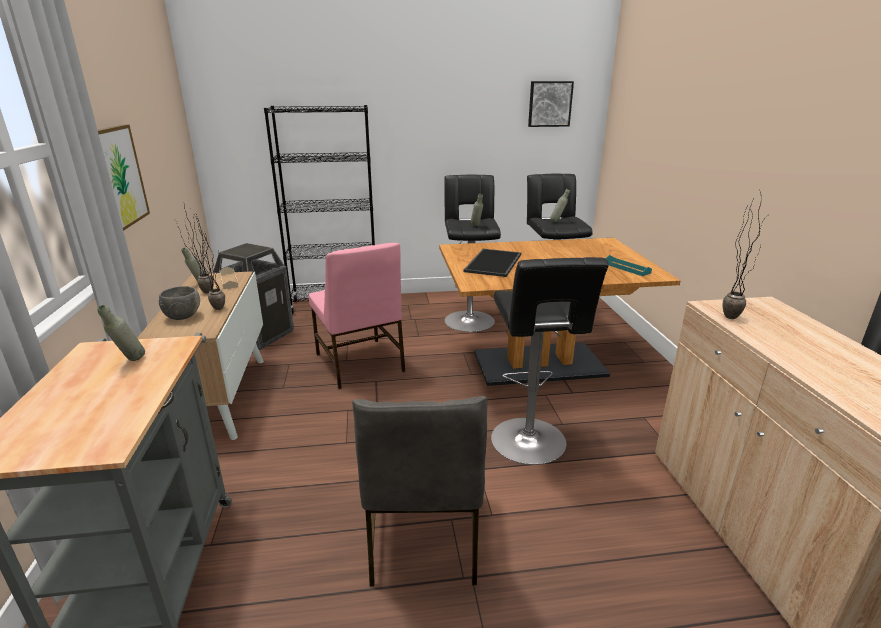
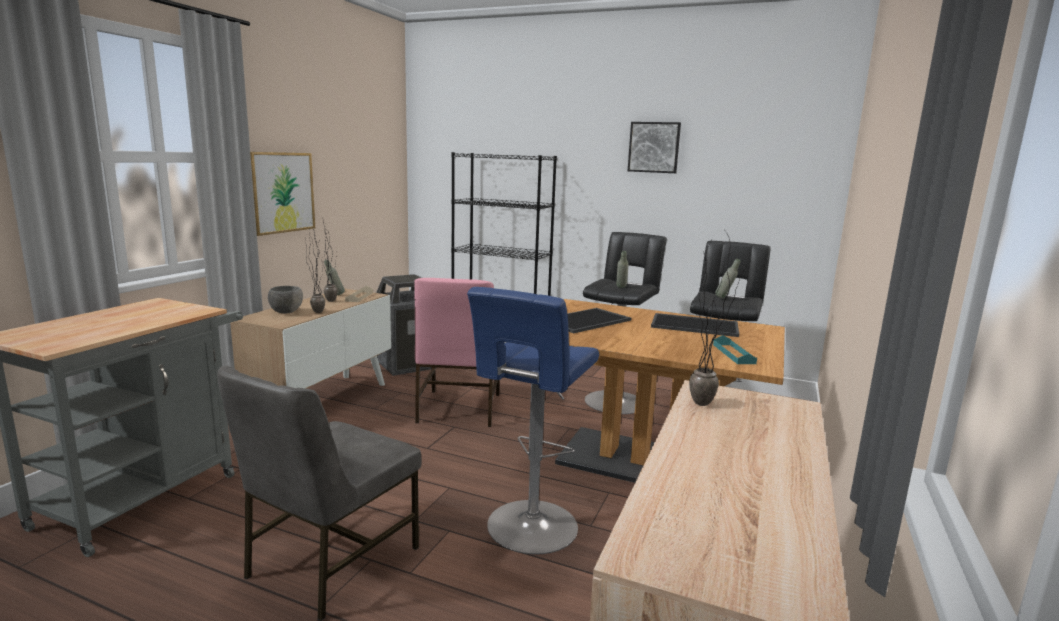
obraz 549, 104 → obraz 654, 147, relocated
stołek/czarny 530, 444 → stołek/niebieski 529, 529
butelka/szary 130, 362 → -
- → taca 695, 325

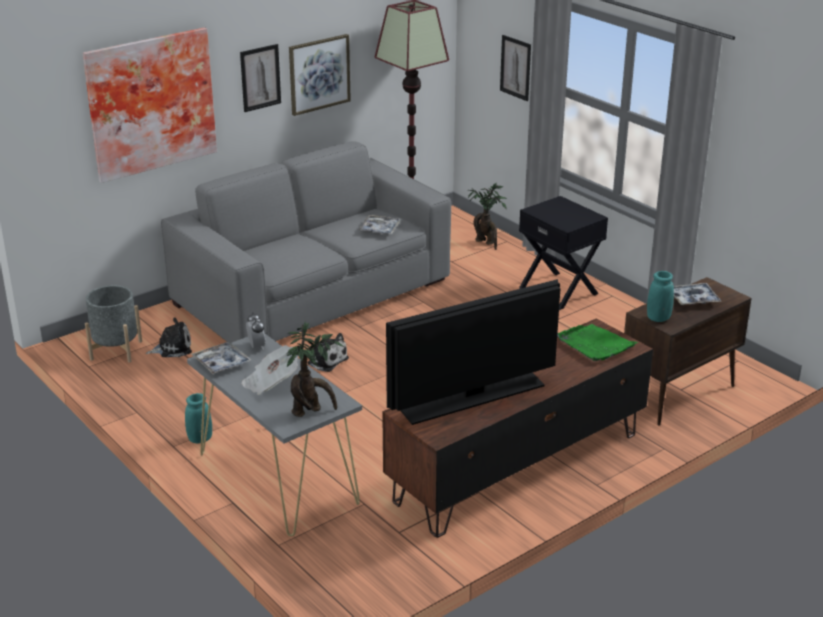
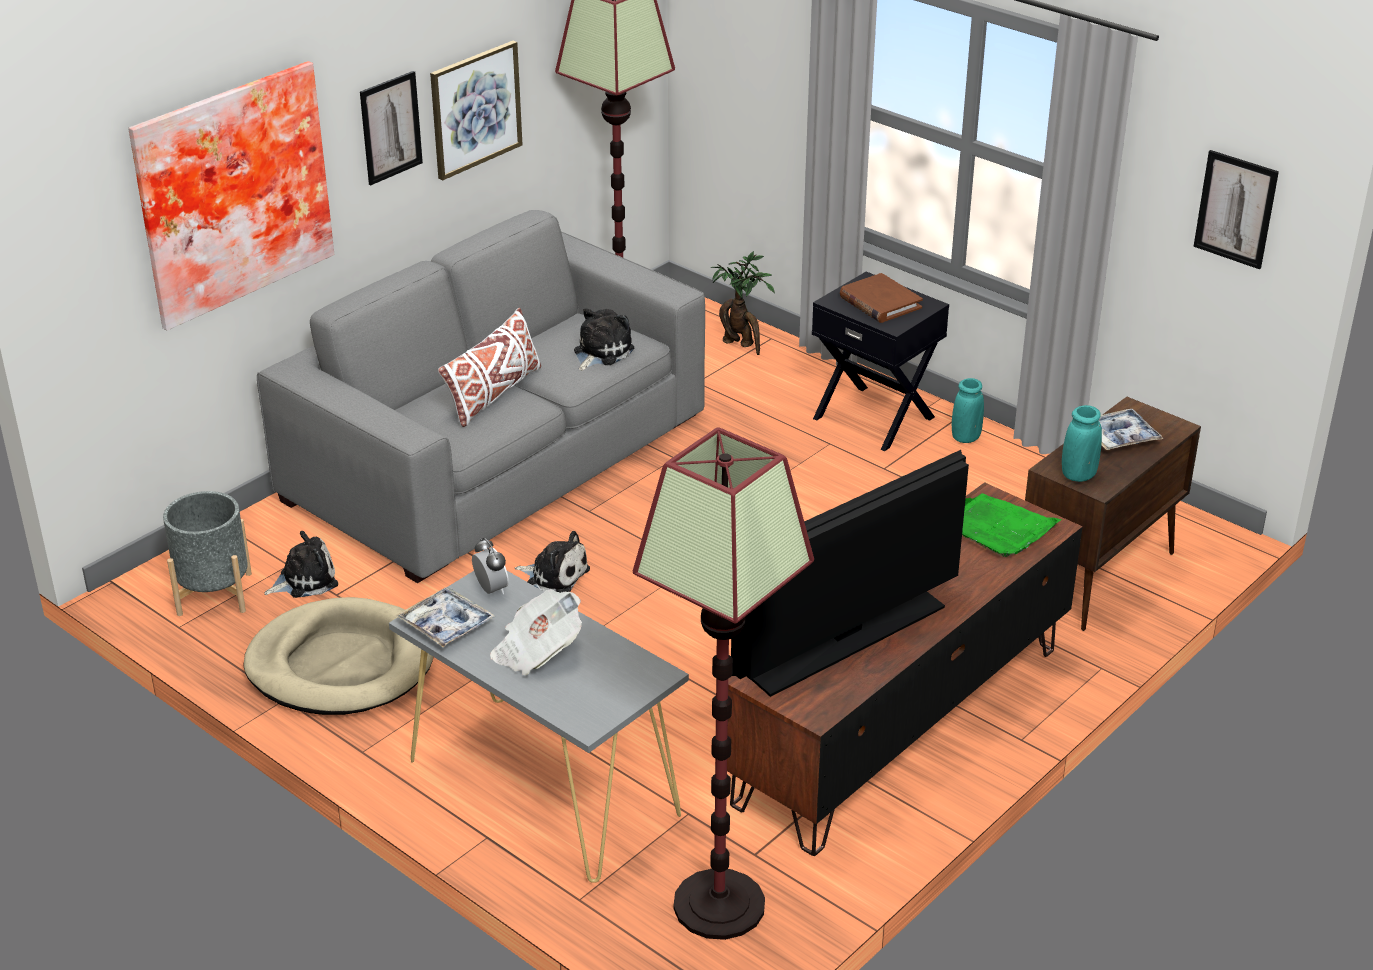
obraz 515, 67 → obraz 1235, 209, relocated
taca 380, 229 → pluszak 600, 352
roślina doniczkowa 311, 411 → -
wazon/turkusowy 200, 439 → wazon/turkusowy 966, 438, relocated
- → książka/brązowy 880, 302
- → poduszka/biały 493, 395
- → lampa stojąca 719, 906
- → legowisko/beżowy 341, 664

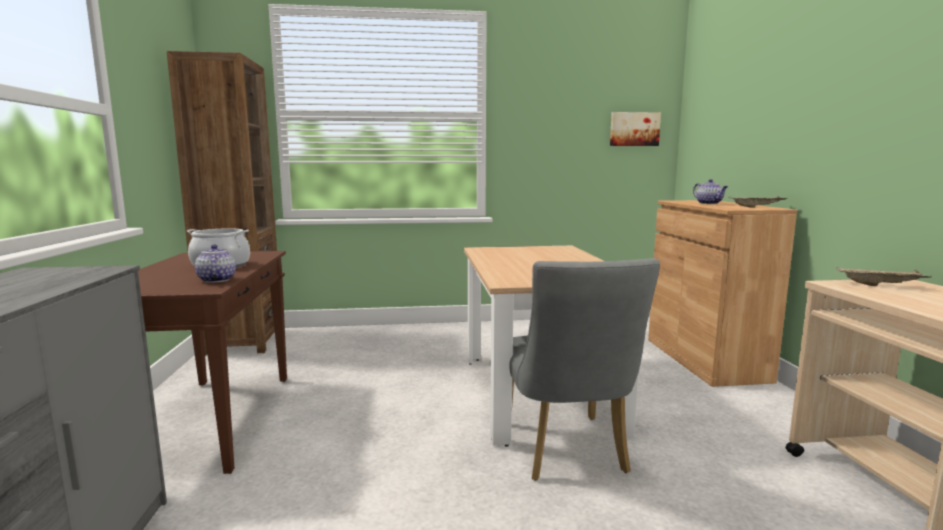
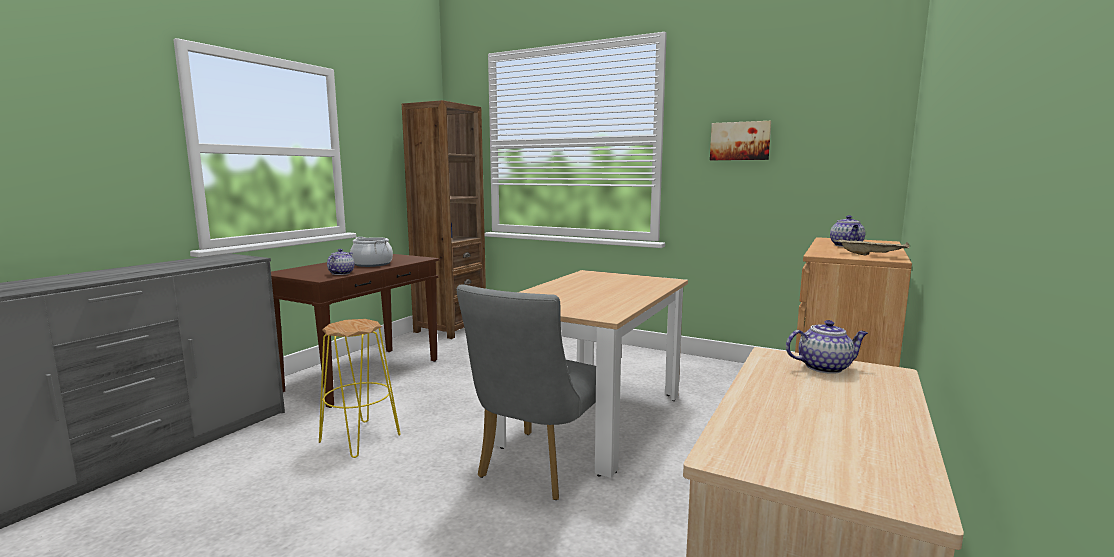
obraz 634, 129 → obraz 740, 141, relocated
taca/beżowy 880, 285 → imbryk 825, 367
- → stołek/żółty 360, 439

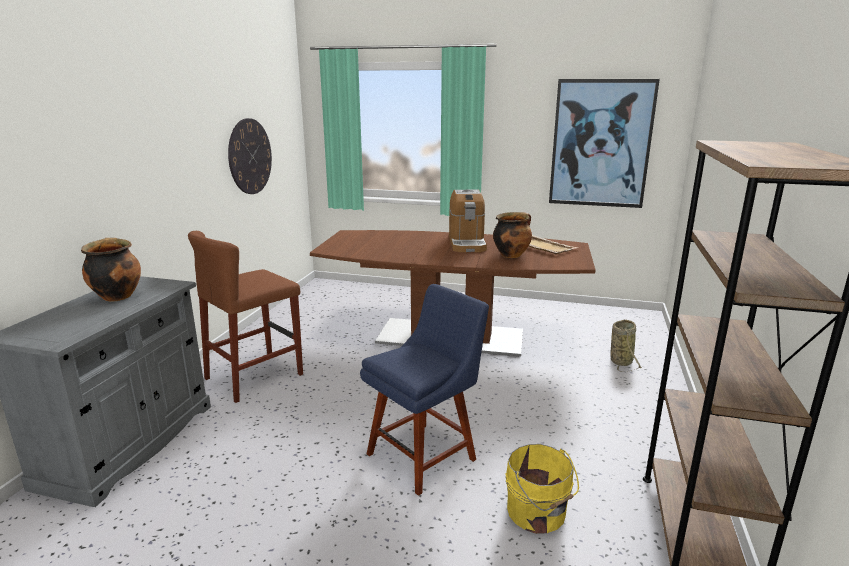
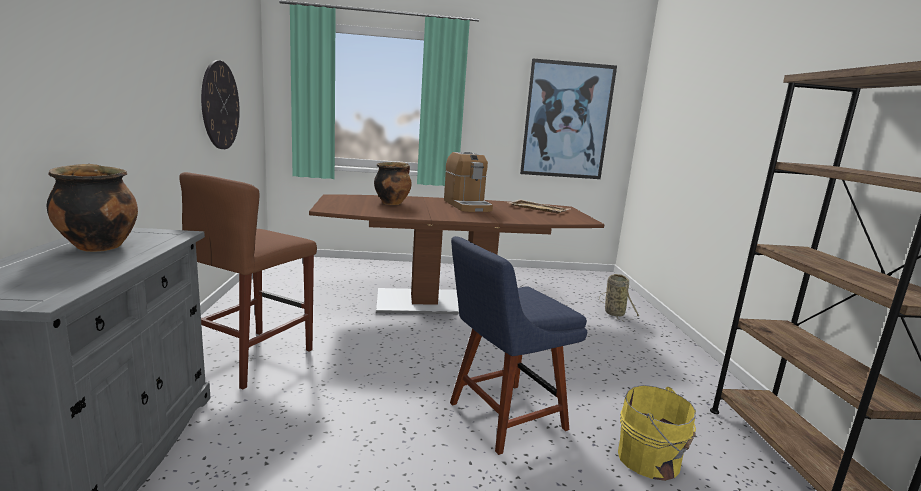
garnek 511, 255 → garnek 392, 203, relocated
krzesło/niebieski 425, 454 → krzesło/niebieski 502, 417, 150 degrees counterclockwise

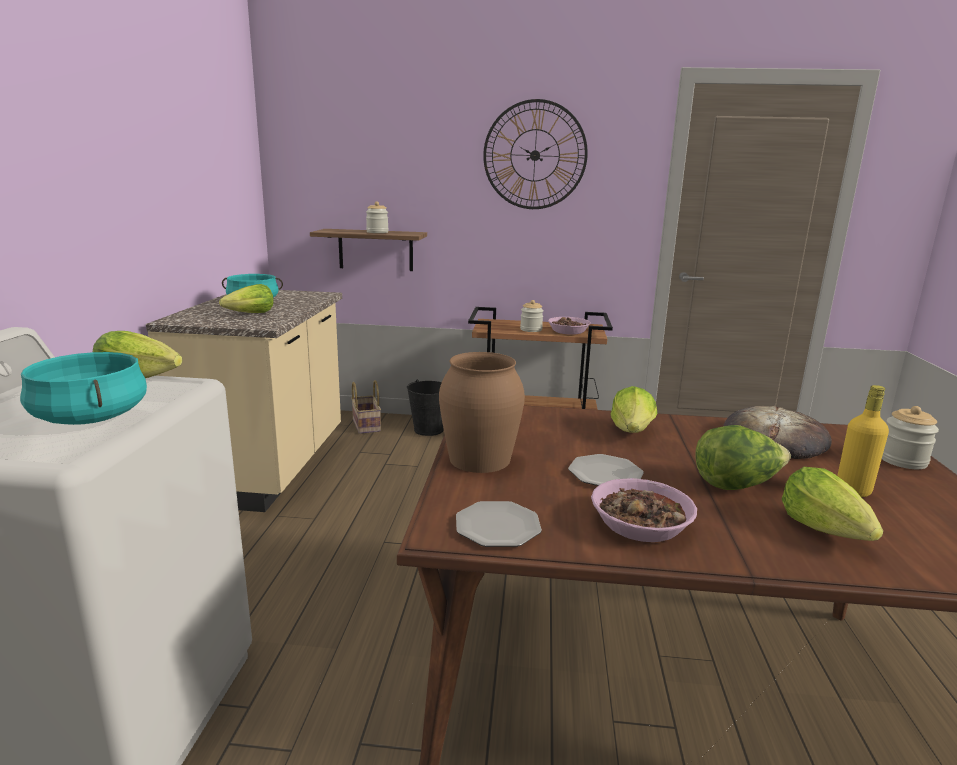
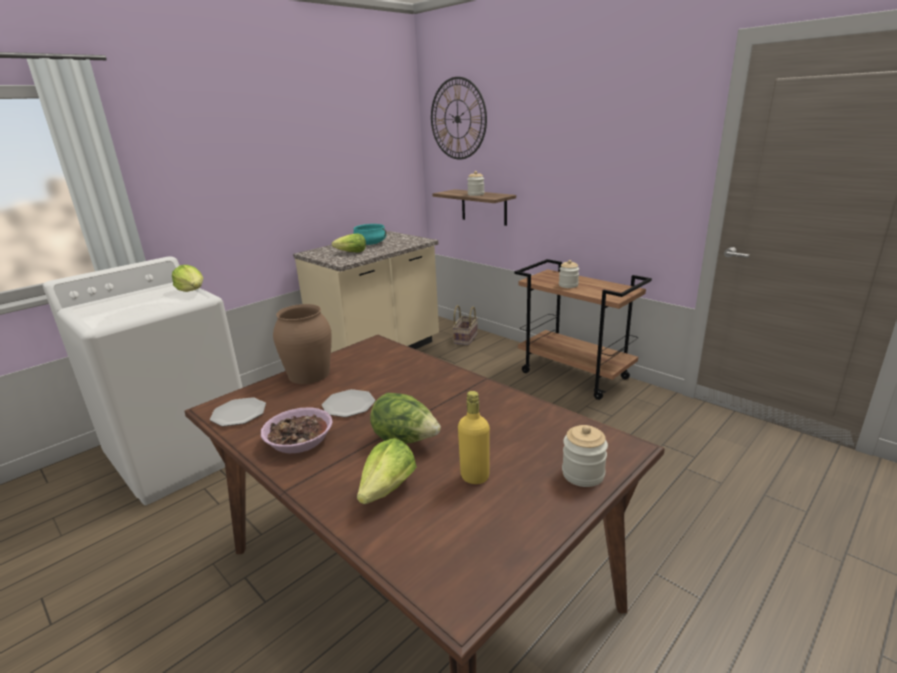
zegar ścienny 535, 155 → zegar ścienny 457, 119, relocated
miska 568, 331 → -
garnek/turkusowy 92, 417 → -
wiadro/czarny 428, 429 → -
sałata 632, 431 → -
chleb 774, 439 → -

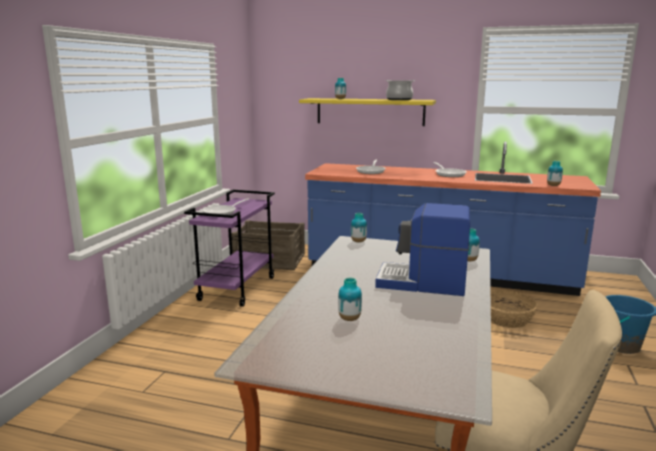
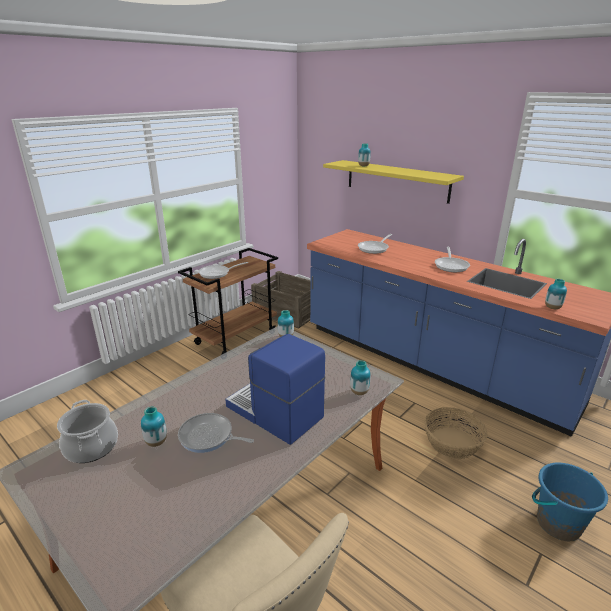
garnek 399, 99 → garnek 91, 447, relocated
wózek/fioletowy 237, 288 → wózek/brązowy 236, 338
- → patelnia 208, 437

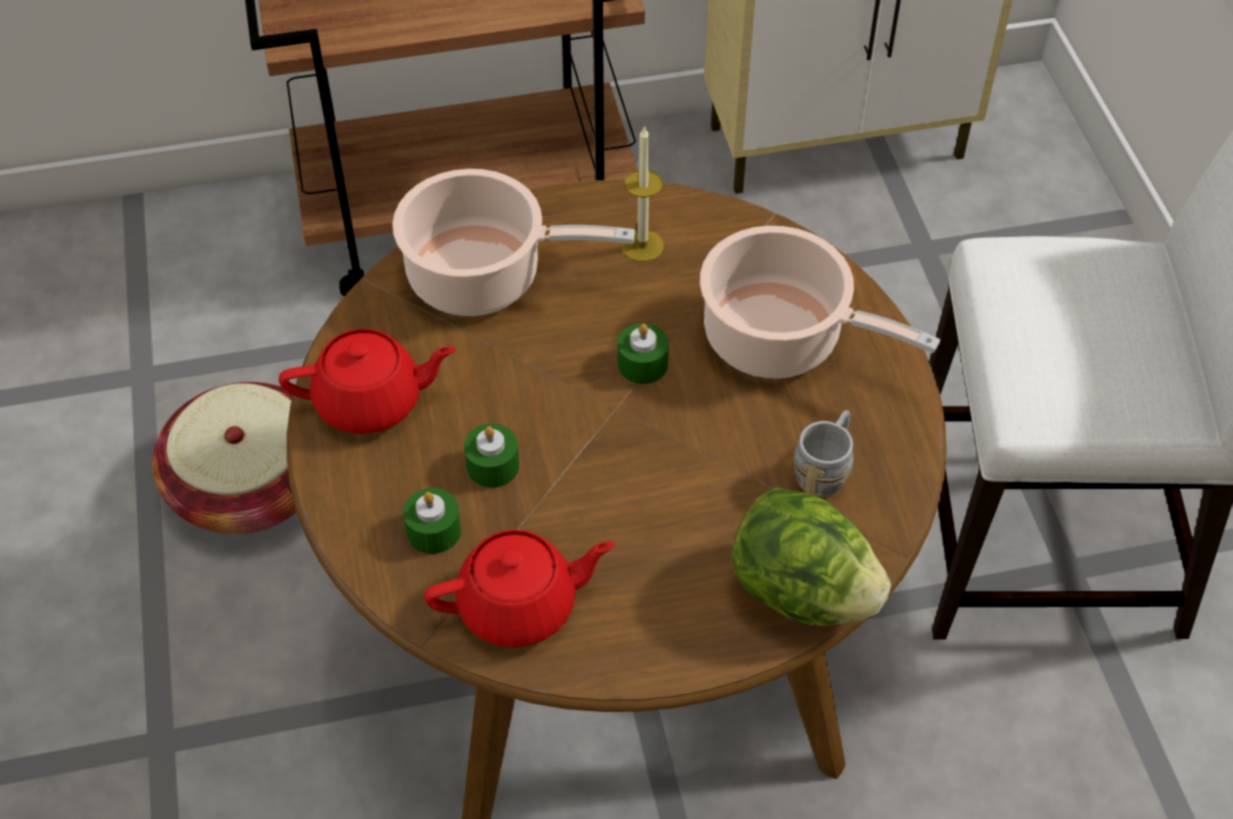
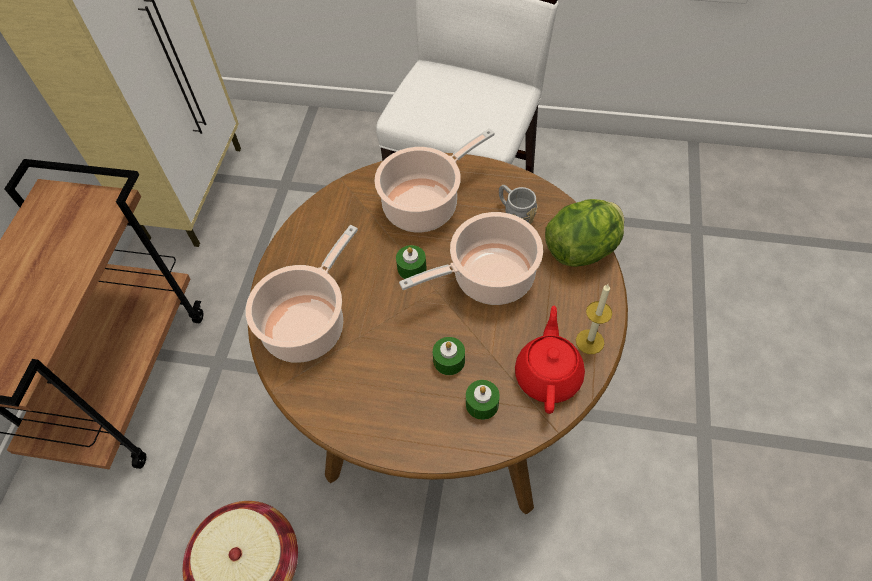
świeca 642, 246 → świeca 590, 341, relocated
imbryk/czerwony 371, 402 → -
- → garnek 488, 278

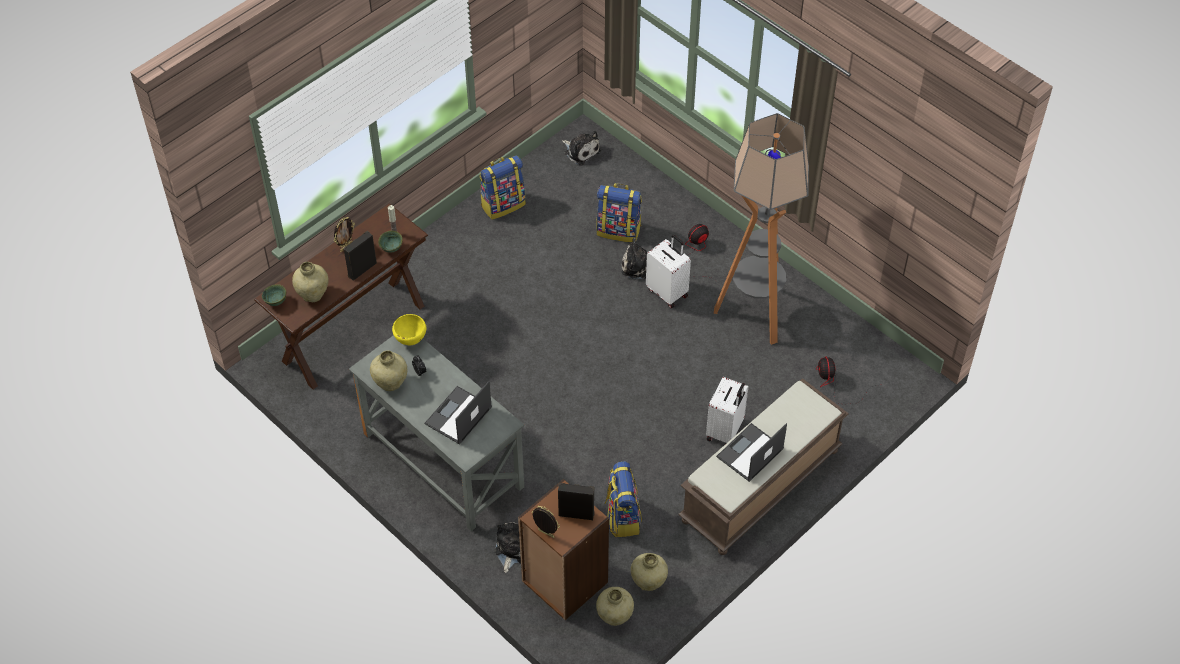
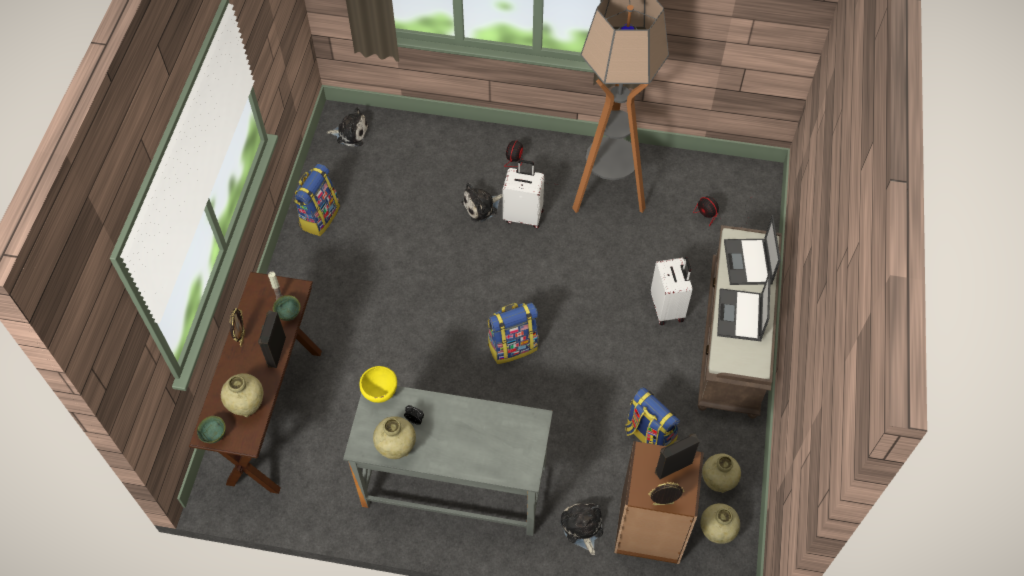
plecak 619, 230 → plecak 512, 346, relocated
laptop 458, 416 → laptop 748, 263, relocated

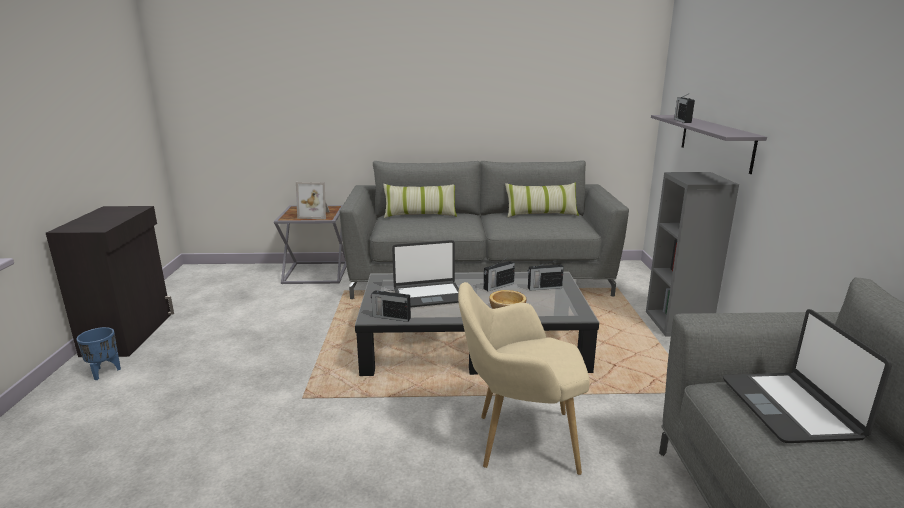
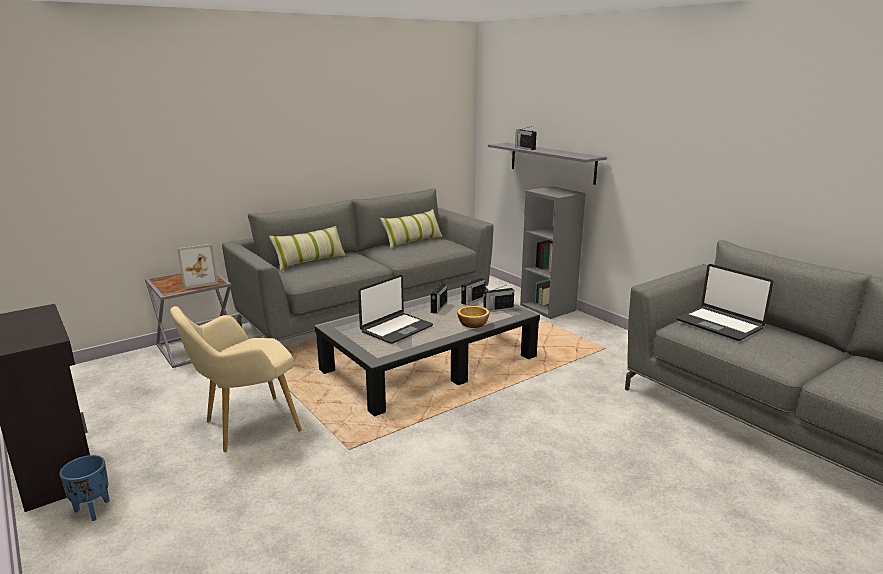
fotel/beżowy 518, 441 → fotel/beżowy 245, 427, relocated
radio 390, 317 → radio 497, 309, relocated

